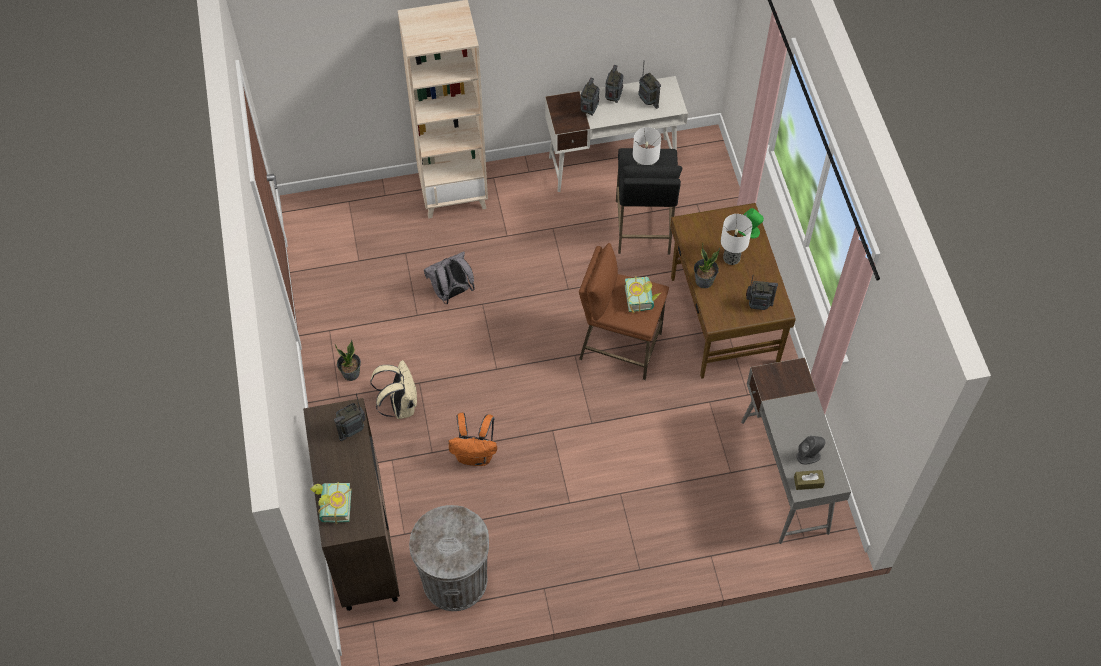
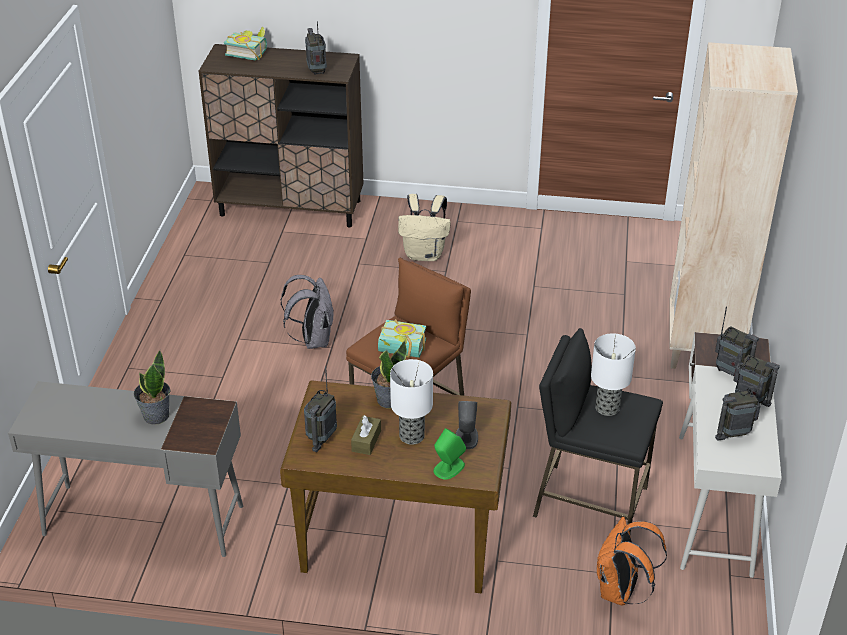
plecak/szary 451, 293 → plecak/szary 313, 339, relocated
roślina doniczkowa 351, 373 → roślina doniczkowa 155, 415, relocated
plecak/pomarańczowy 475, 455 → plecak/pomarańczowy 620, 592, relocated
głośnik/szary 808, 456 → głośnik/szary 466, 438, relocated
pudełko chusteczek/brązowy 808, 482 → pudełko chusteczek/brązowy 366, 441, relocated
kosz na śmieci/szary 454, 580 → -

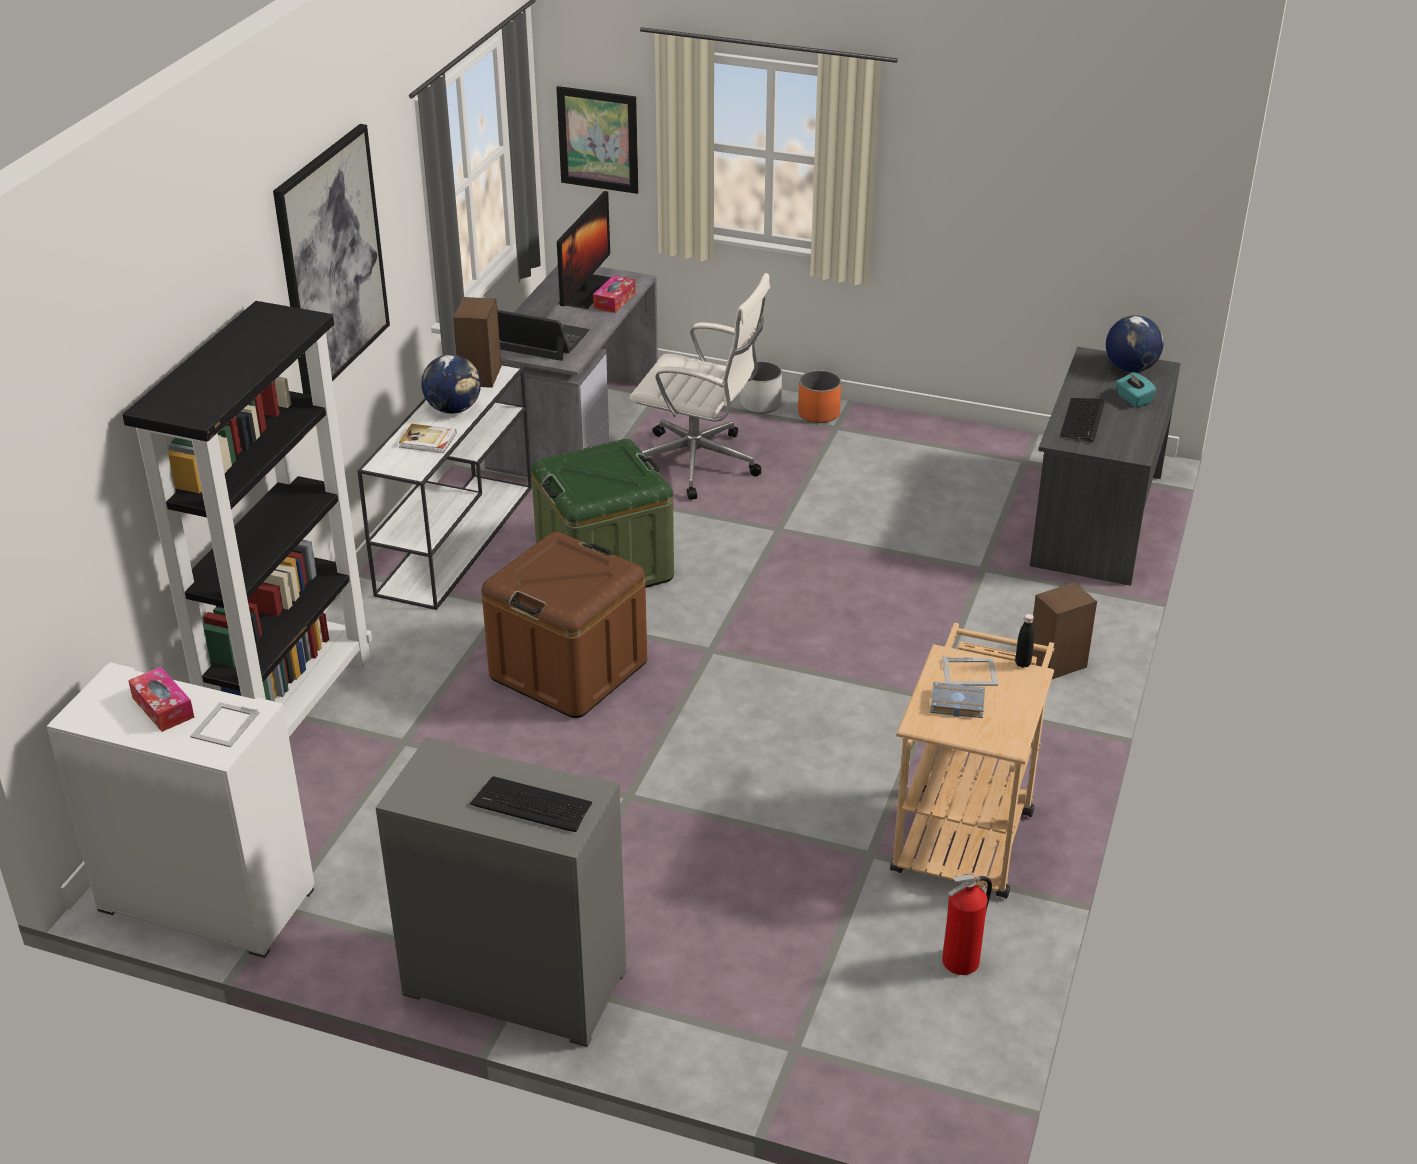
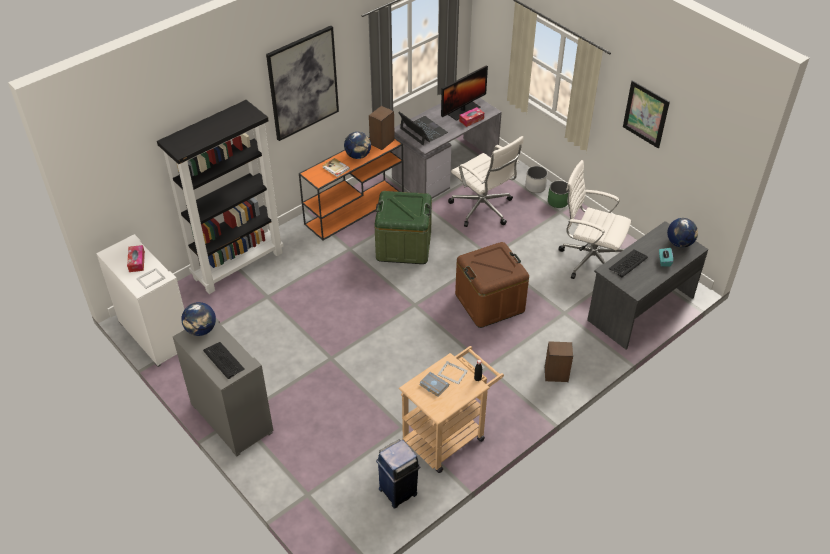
obraz 598, 139 → obraz 646, 114, relocated
stolik konsolowy/biały 456, 538 → stolik konsolowy/pomarańczowy 355, 209
donica/pomarańczowy 818, 413 → donica/zielony 557, 201
pojemnik do przechowywania/brązowy 568, 669 → pojemnik do przechowywania/brązowy 489, 302, relocated
gaśnica 961, 962 → kosz na śmieci/niebieski 398, 491
- → krzesło biurowe/biały 589, 259
- → globus 201, 330

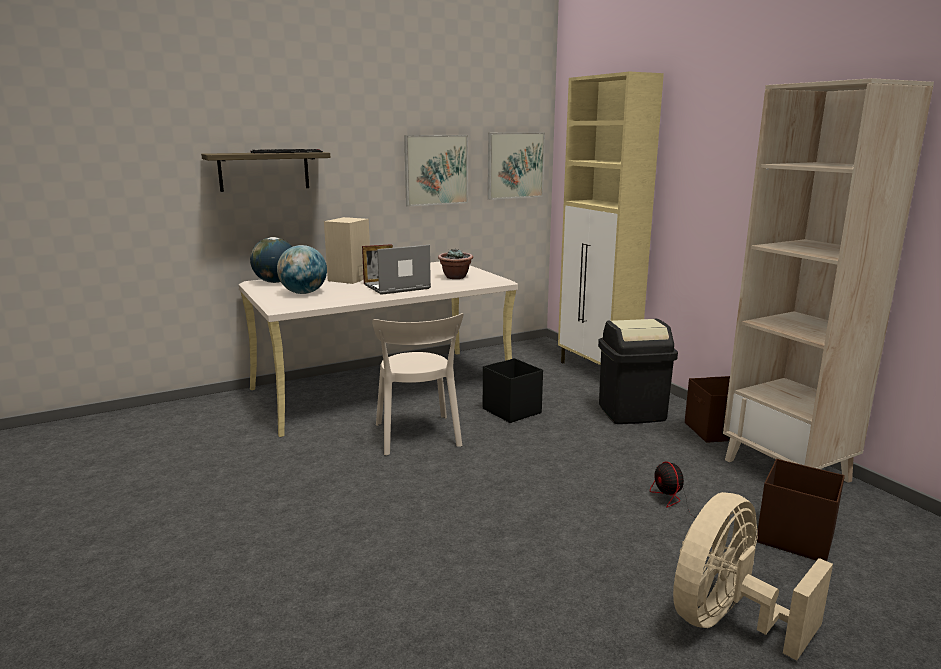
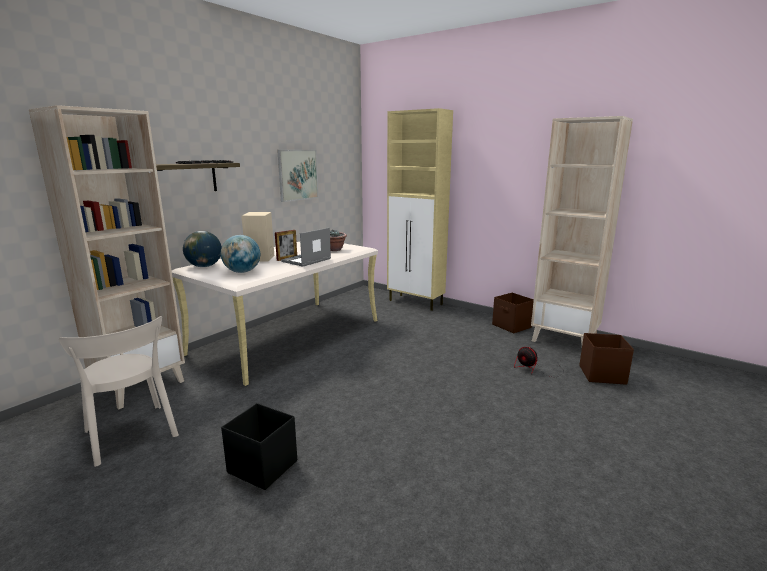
obraz 515, 165 → -
krzesło/beżowy 418, 437 → krzesło/beżowy 132, 436, relocated
kosz na śmieci/czarny 631, 412 → -
pojemnik do przechowywania/czarny 511, 410 → pojemnik do przechowywania/czarny 262, 466, relocated
wentylator/beżowy 728, 621 → -
- → regał/beżowy 140, 386

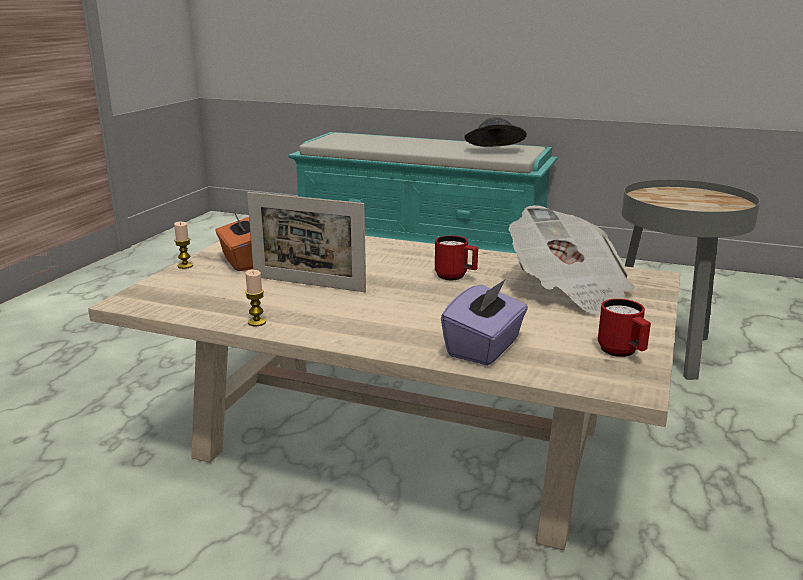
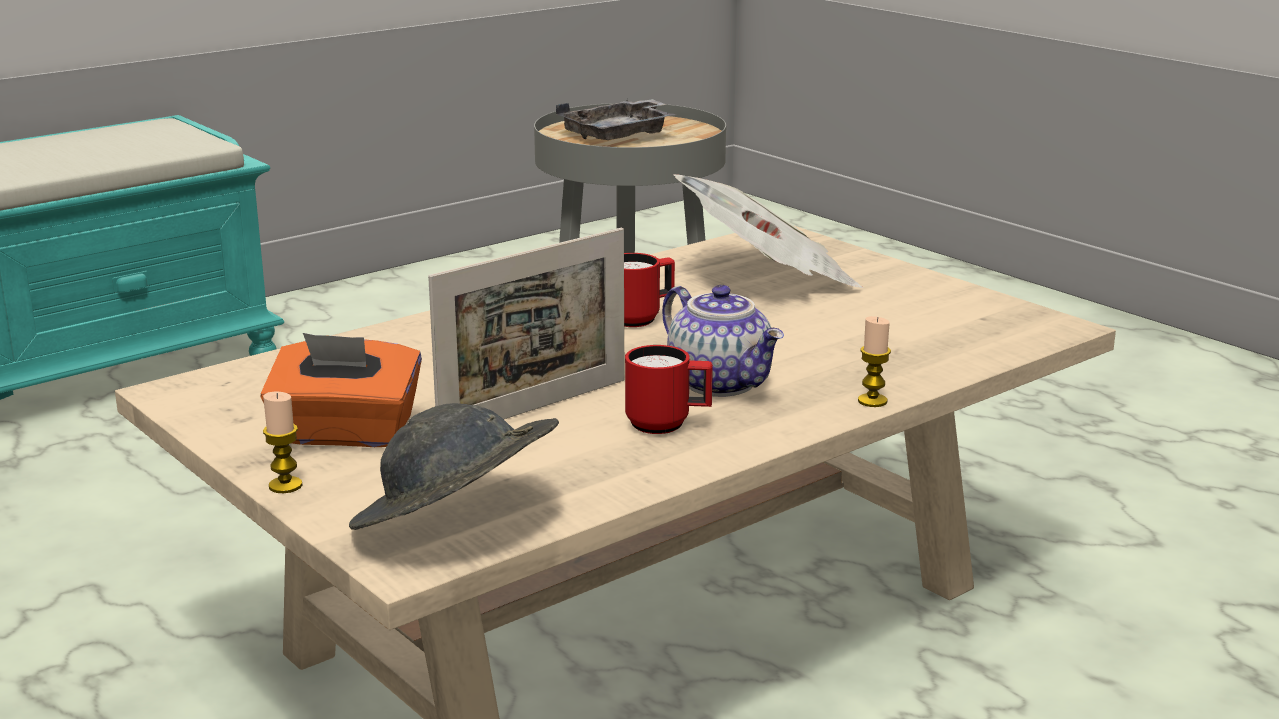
kapelusz/szary 494, 151 → kapelusz/szary 455, 525, relocated
świeca 257, 322 → świeca 872, 401, relocated
pudełko chusteczek/fioletowy 484, 348 → -
kubek/czerwony 622, 353 → kubek/czerwony 668, 424, relocated
- → taca/szary 619, 135
- → imbryk 722, 383

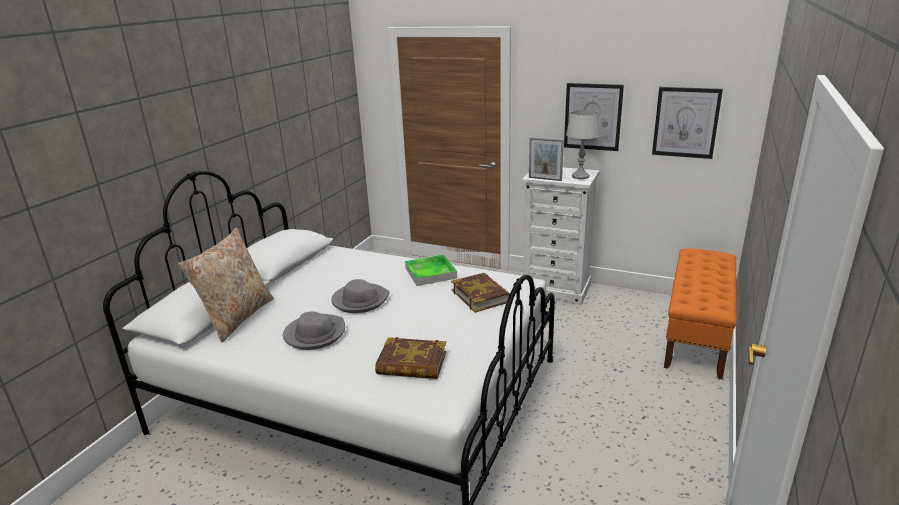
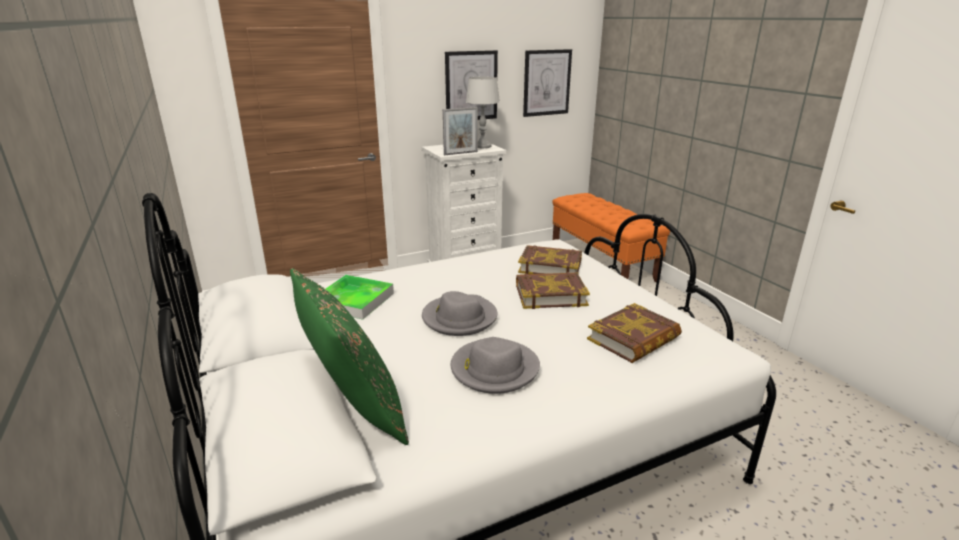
poduszka/beżowy 237, 317 → poduszka/zielony 354, 410
taca 430, 273 → taca 354, 300, relocated
- → książka 550, 295

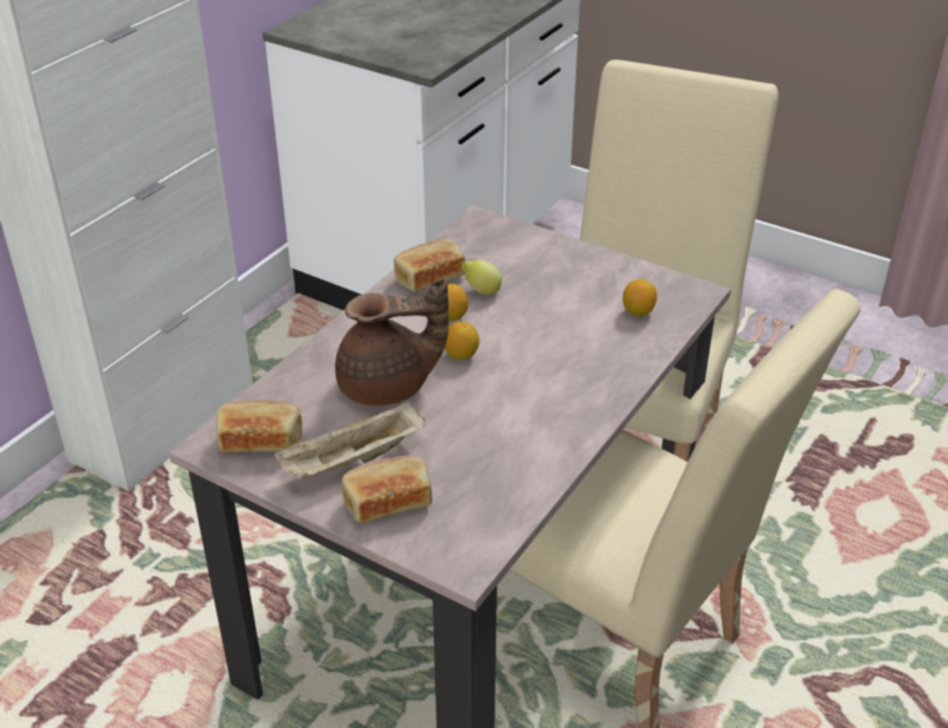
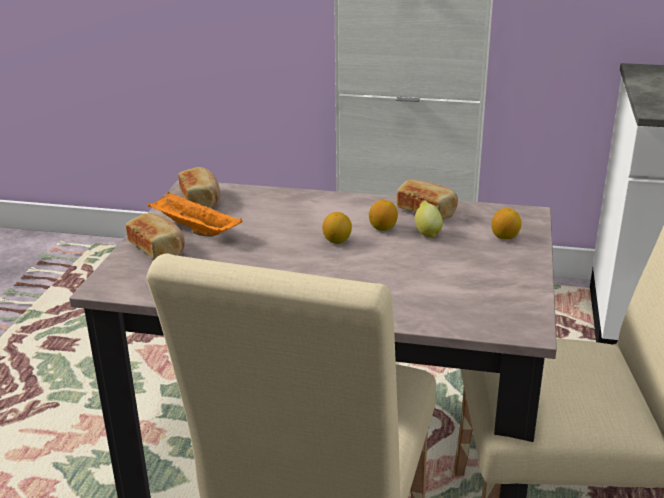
imbryk/brązowy 388, 387 → -
cytryna 638, 312 → cytryna 505, 237, relocated
taca/beżowy 353, 461 → taca/pomarańczowy 193, 229

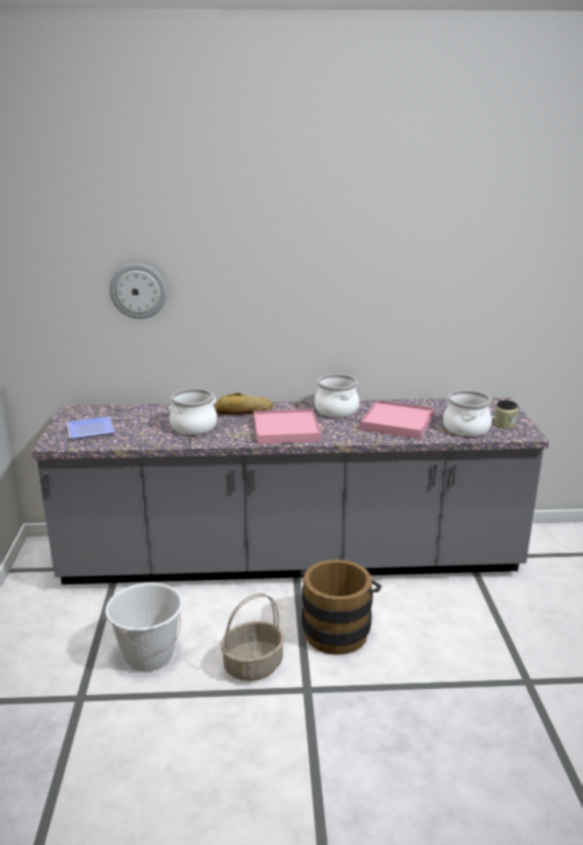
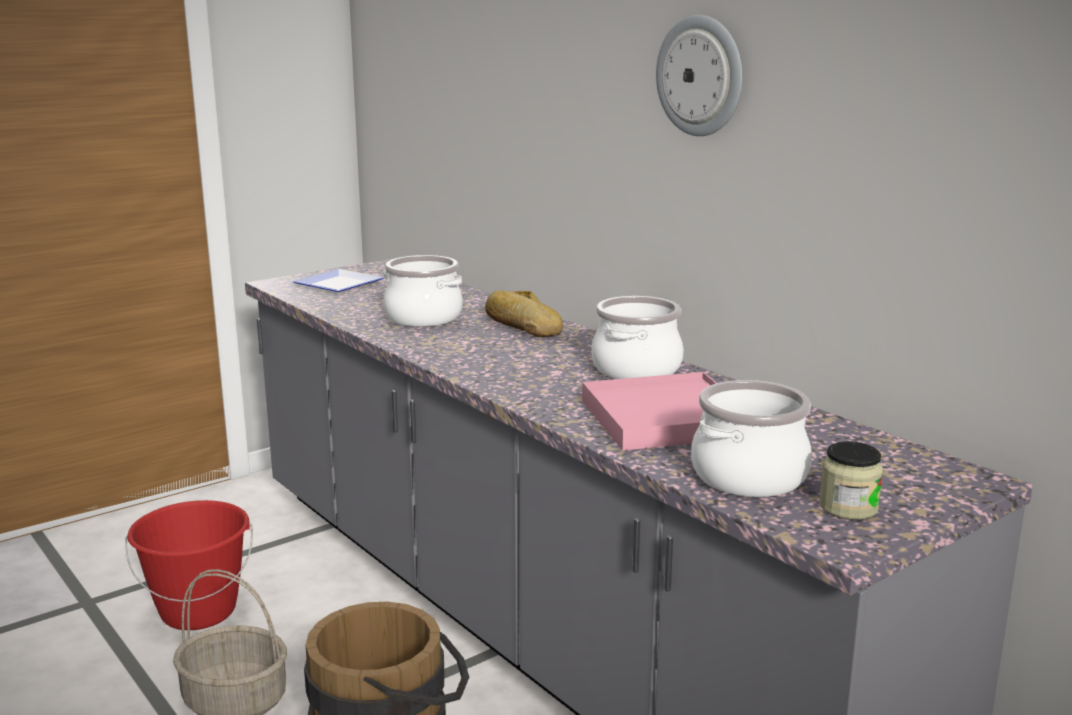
zegar ścienny 138, 291 → zegar ścienny 700, 76, relocated
taca/różowy 286, 430 → -
wiadro/biały 148, 656 → wiadro/czerwony 198, 611

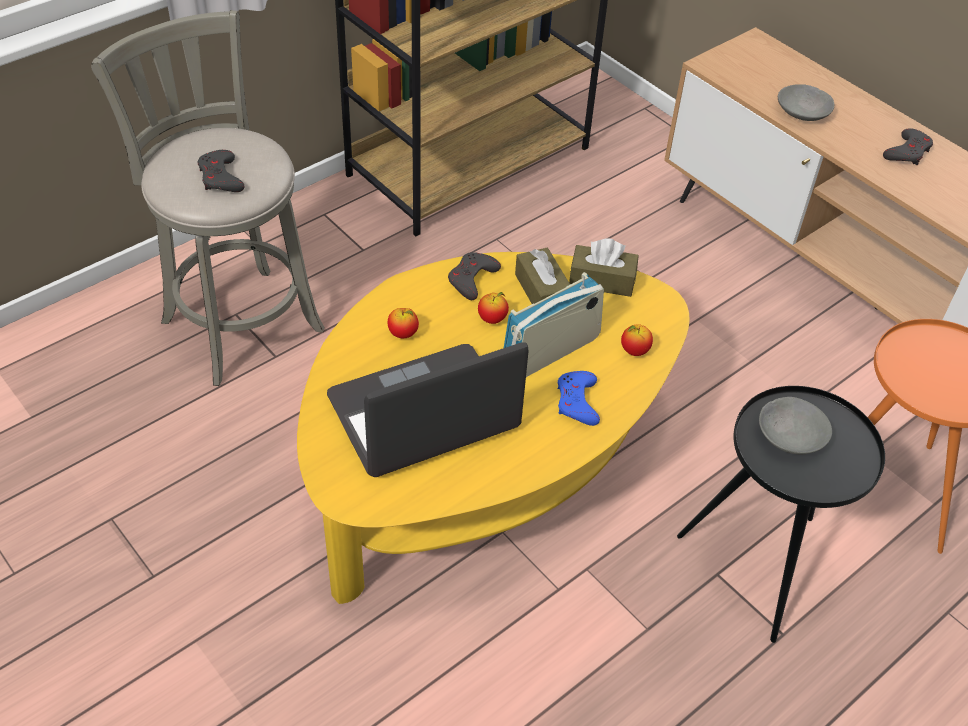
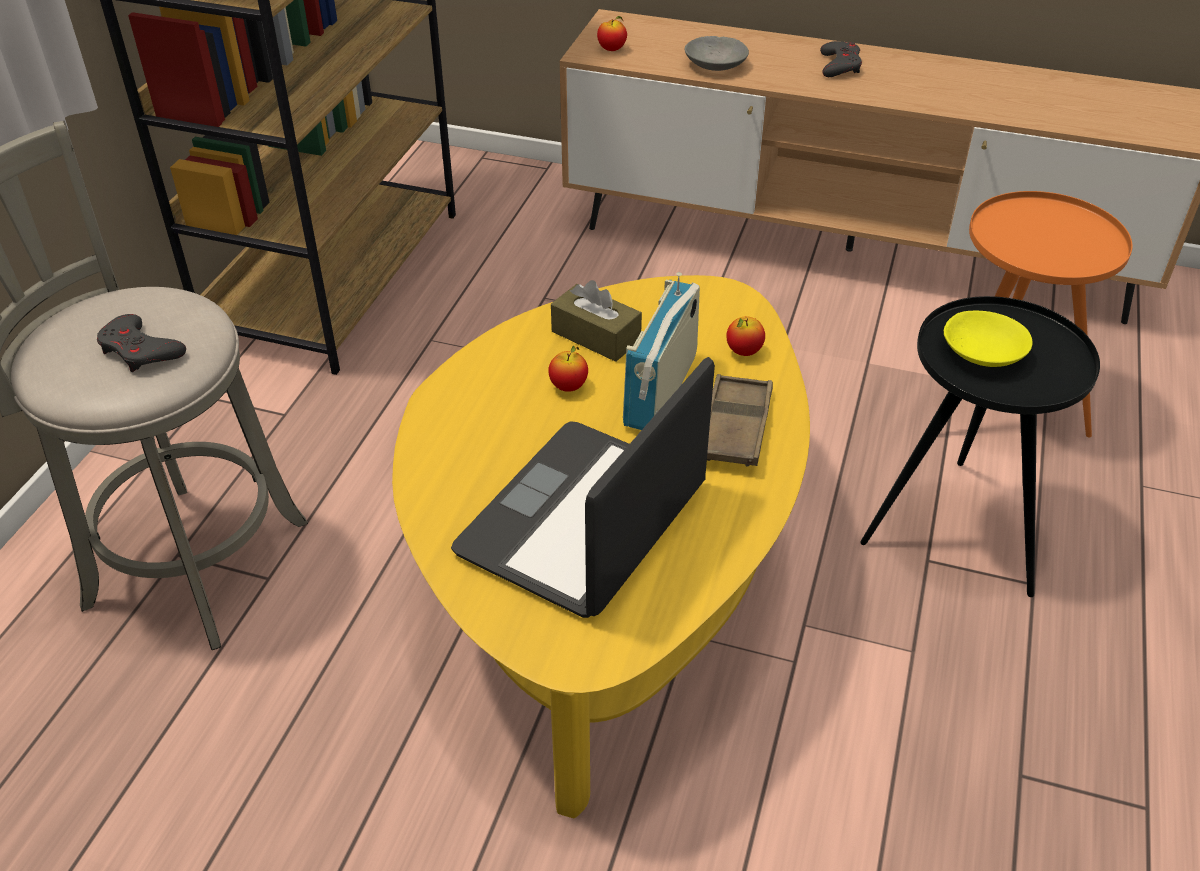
pudełko chusteczek/brązowy 602, 280 → -
pad do gier/szary 472, 279 → -
jabłko 403, 334 → jabłko 612, 49, relocated
pad do gier/niebieski 577, 402 → taca/brązowy 735, 427
miska/szary 791, 435 → miska/żółty 982, 352

